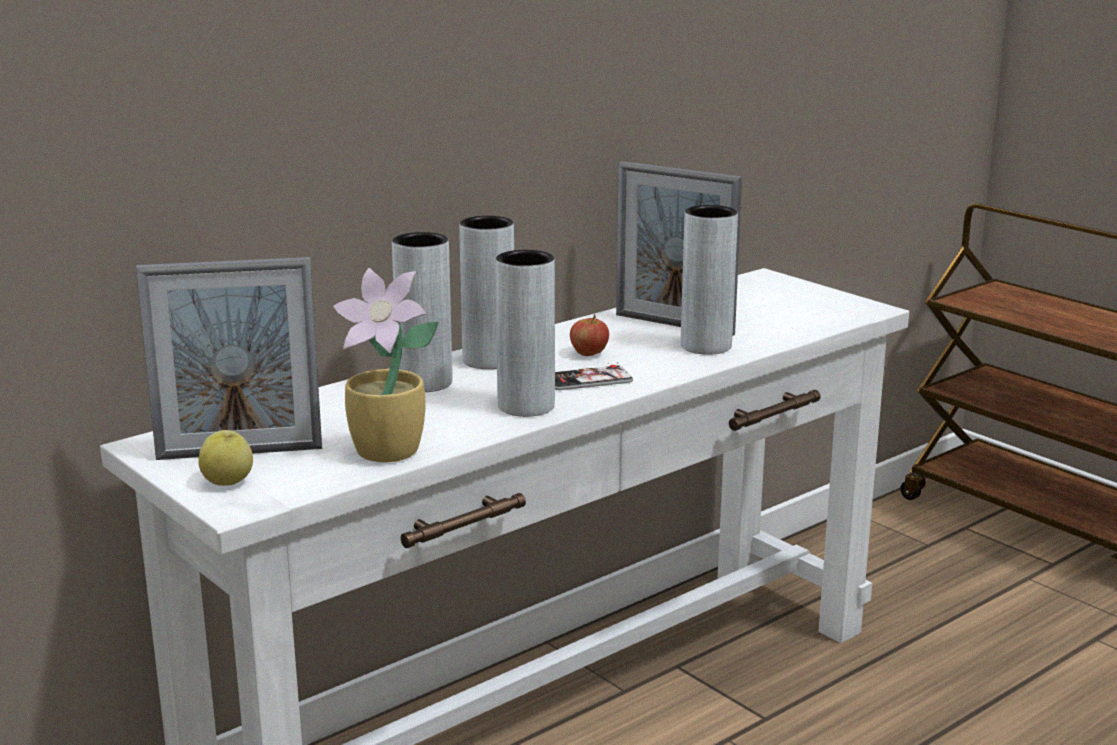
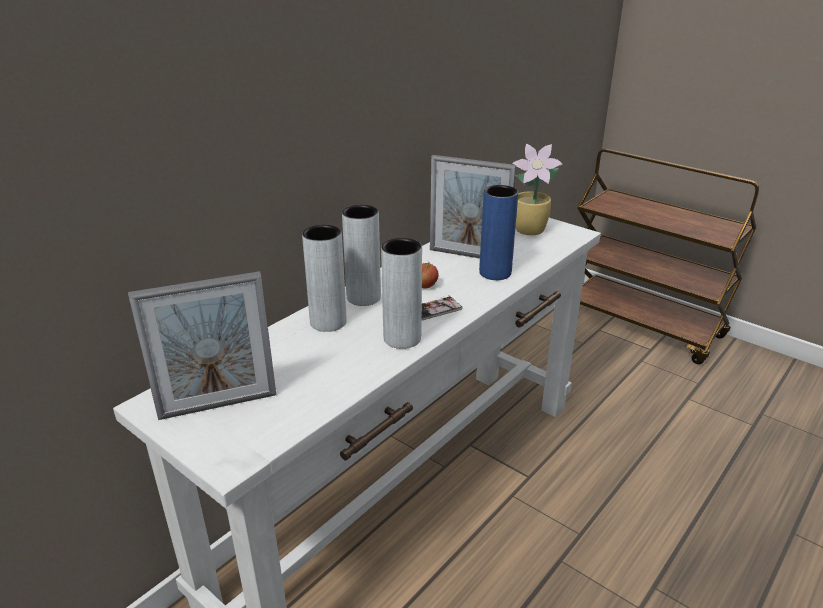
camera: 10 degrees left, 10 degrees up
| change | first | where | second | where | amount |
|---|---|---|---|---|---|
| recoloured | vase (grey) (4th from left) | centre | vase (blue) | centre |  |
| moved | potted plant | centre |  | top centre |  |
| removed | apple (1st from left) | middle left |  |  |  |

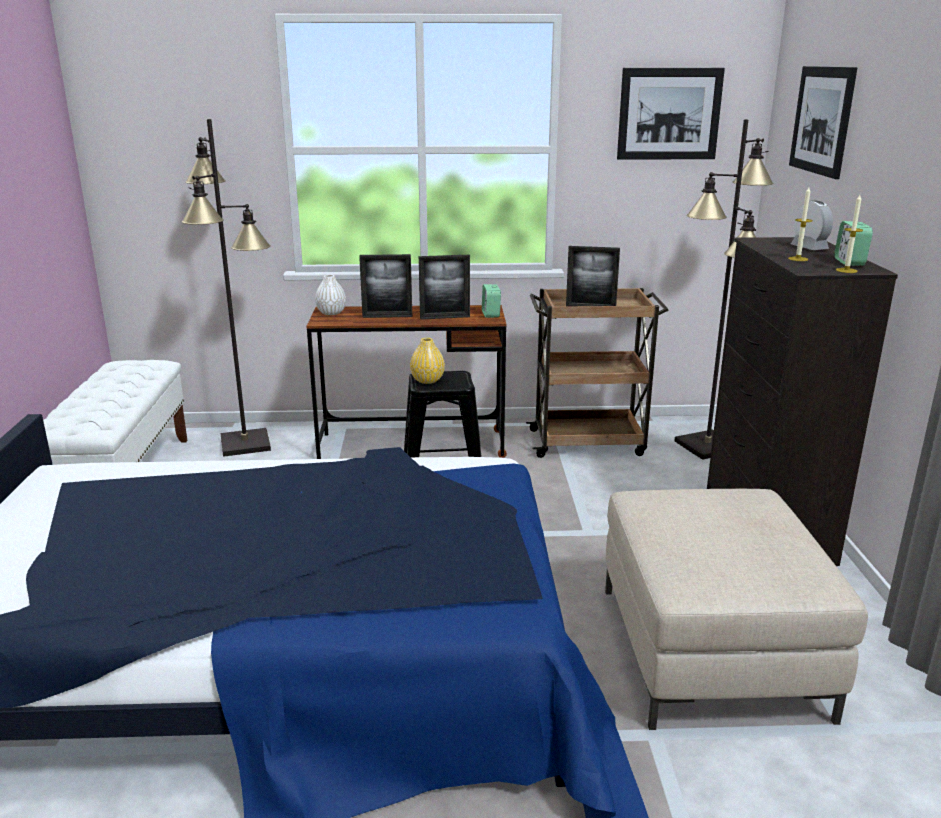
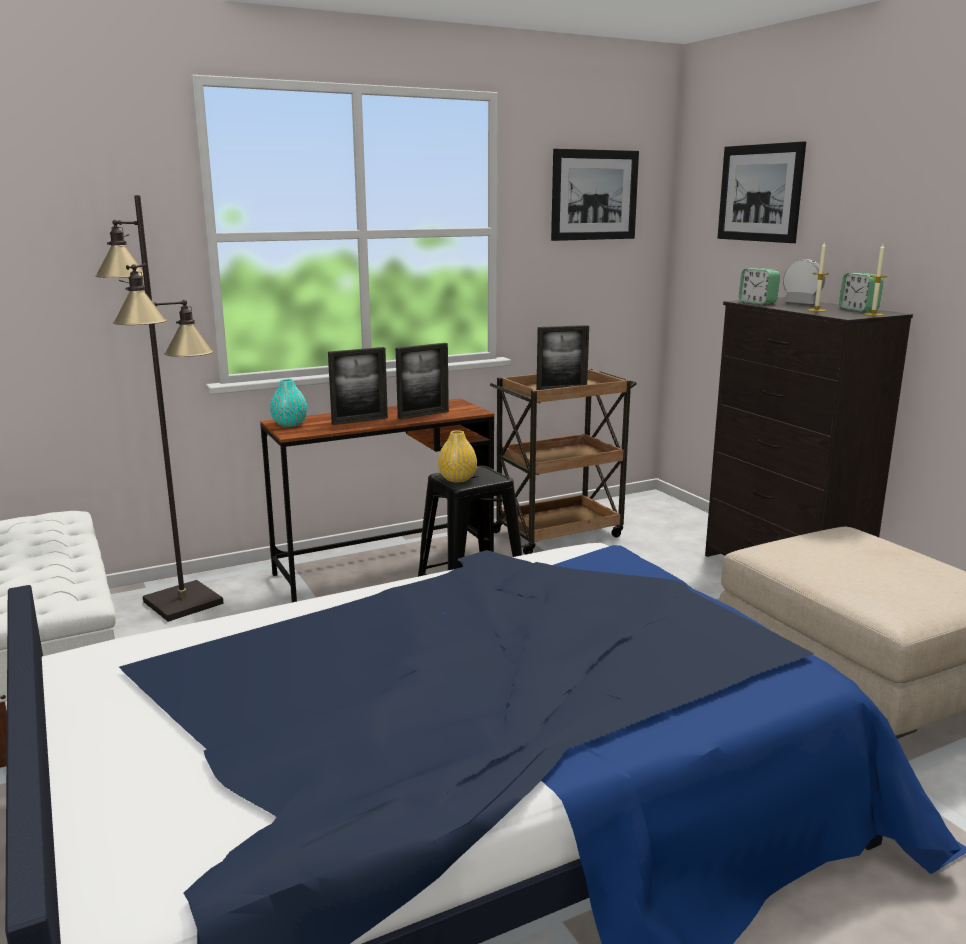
camera: 25 degrees left, 5 degrees down
| change | first | where | second | where | amount |
|---|---|---|---|---|---|
| removed | floor lamp (black) (2nd from left) | middle right |  |  |  |
| recoloured | vase (white) | centre | vase (turquoise) | middle left |  |
| moved | alarm clock (1st from left) | centre |  | top right |  |

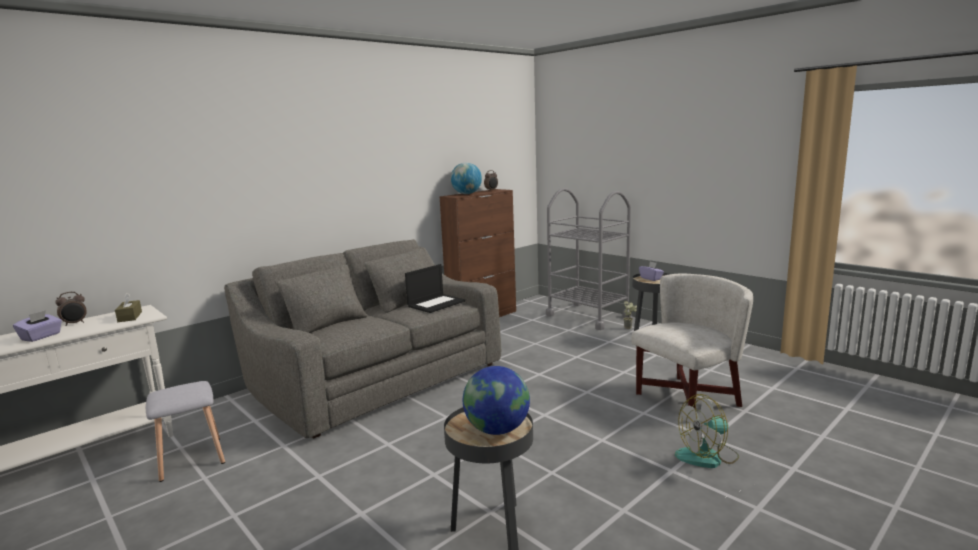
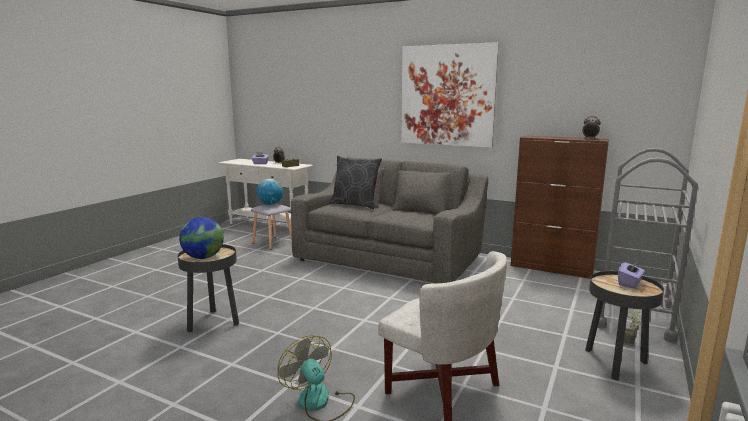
camera: 70 degrees right, 0 degrees up
| change | first | where | second | where | amount |
|---|---|---|---|---|---|
| moved | globe (1st from left in the first image) | top centre | globe (2nd from left) | centre |  |
| removed | laptop | centre |  |  |  |
| added |  |  | picture | top centre |  |
| added |  |  | pillow (grey) | centre |  |

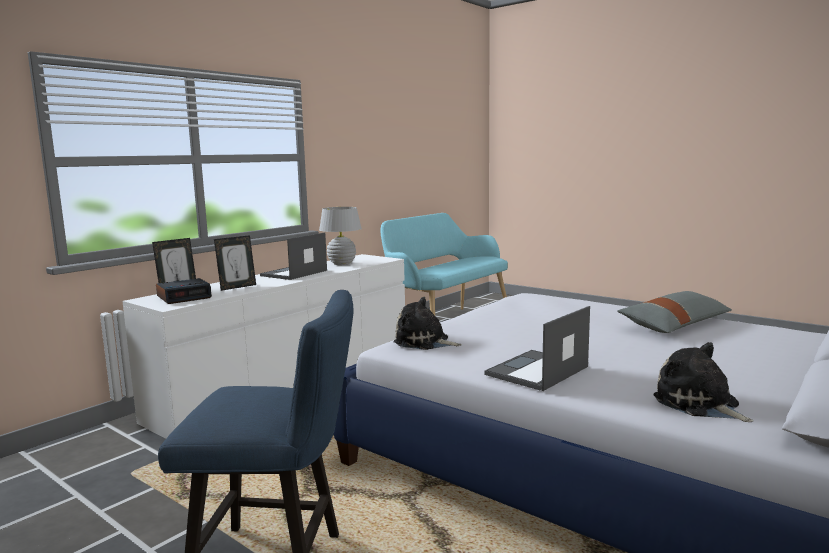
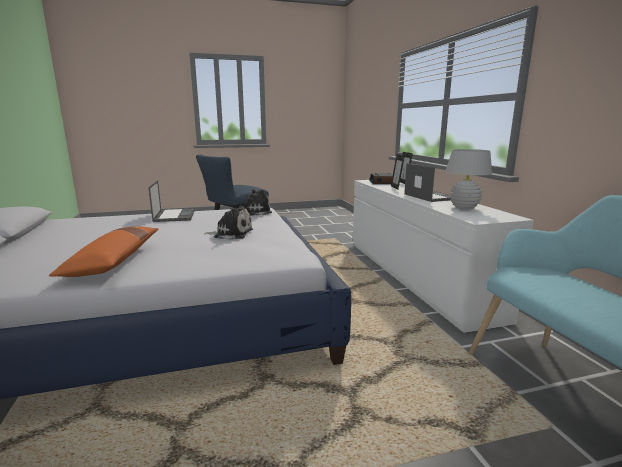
camera: 125 degrees right, 5 degrees up
| change | first | where | second | where | amount |
|---|---|---|---|---|---|
| recoloured | pillow (grey) | middle right | pillow (orange) | middle left |  |
| moved | plush toy (2nd from left in the first image) | bottom right | plush toy (1st from left) | centre |  |

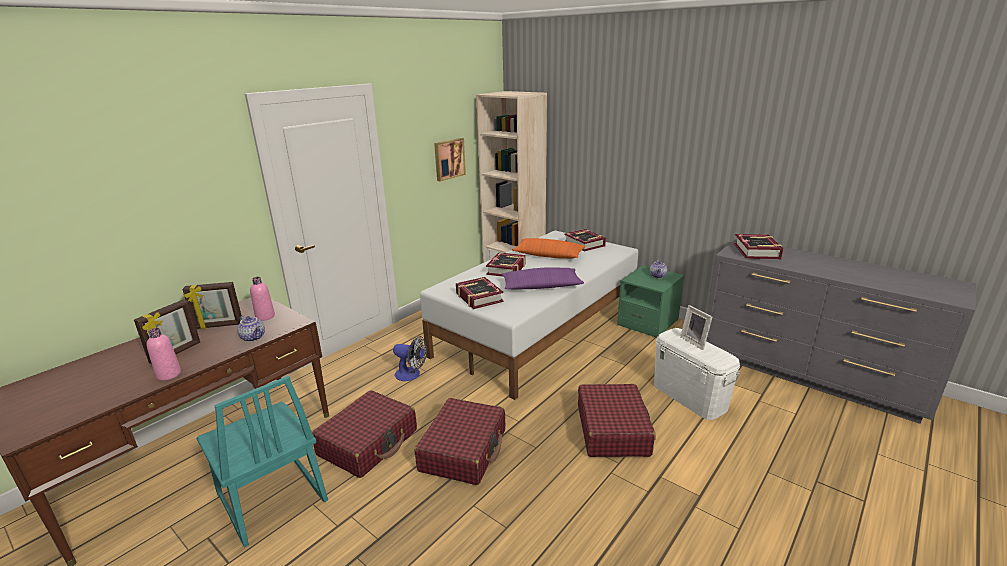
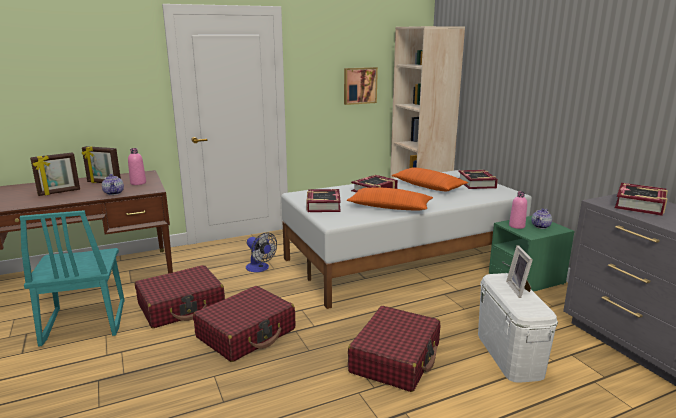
camera: 25 degrees right, 5 degrees down
| change | first | where | second | where | amount |
|---|---|---|---|---|---|
| recoloured | pillow (purple) | centre | pillow (orange) (1st from left) | centre |  |
| moved | bottle (pink) (1st from left in the first image) | middle left | bottle (pink) (2nd from left) | middle right |  |

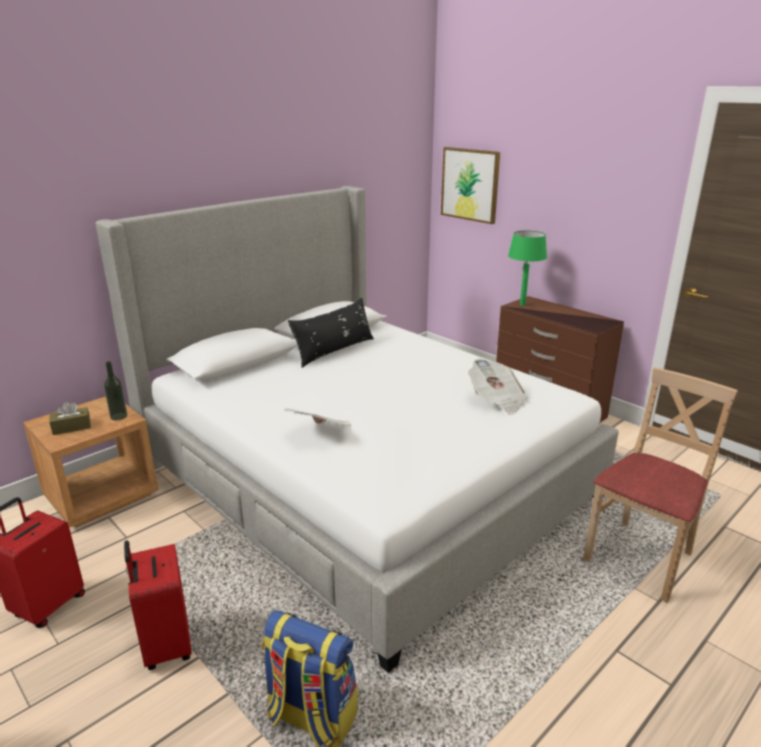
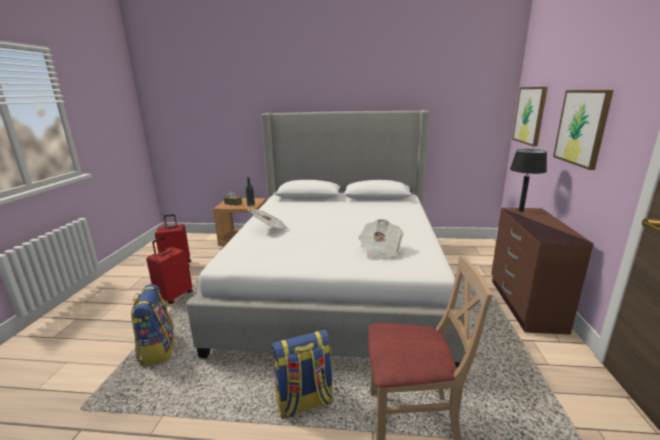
camera: 50 degrees right, 5 degrees down
| change | first | where | second | where | amount |
|---|---|---|---|---|---|
| recoloured | table lamp (green) | middle right | table lamp (black) | middle right |  |
| removed | pillow (black) | centre |  |  |  |
| added |  |  | picture (2nd from left) | top right |  |
| added |  |  | backpack (2nd from left) | bottom centre |  |

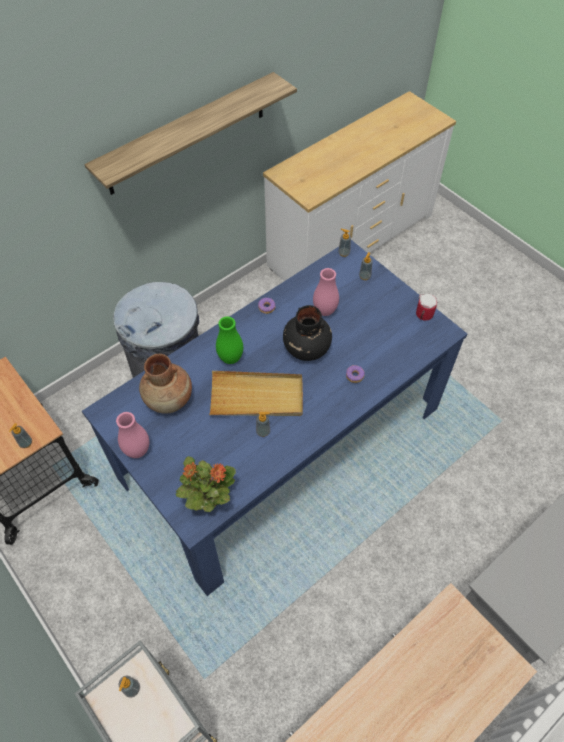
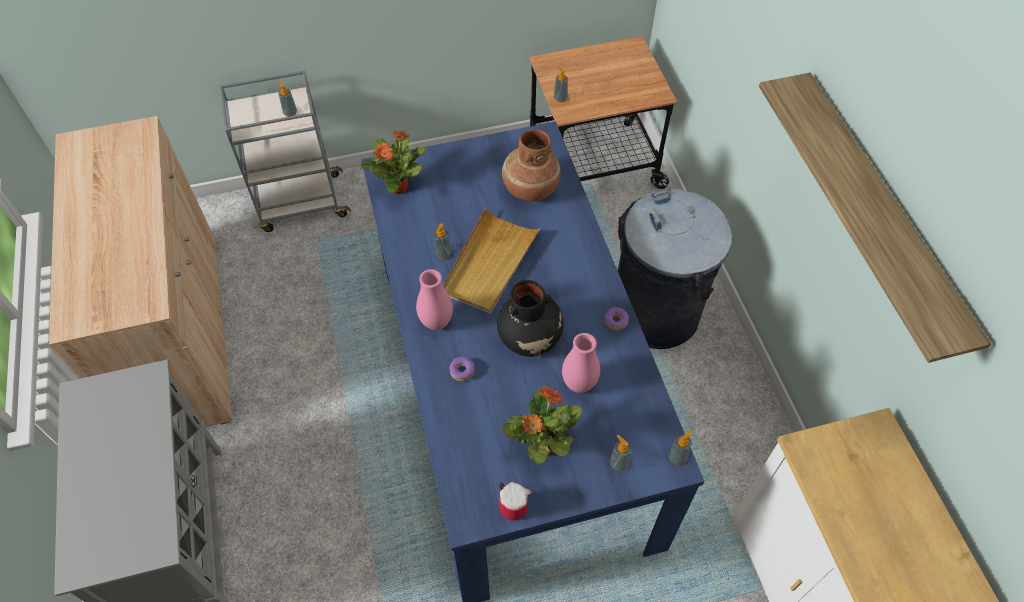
camera: 115 degrees right, 0 degrees up
| change | first | where | second | where | amount |
|---|---|---|---|---|---|
| removed | vase (green) | centre |  |  |  |
| moved | vase (pink) (1st from left) | middle left |  | centre |  |
| added |  |  | potted plant (2nd from left) | bottom centre |  |

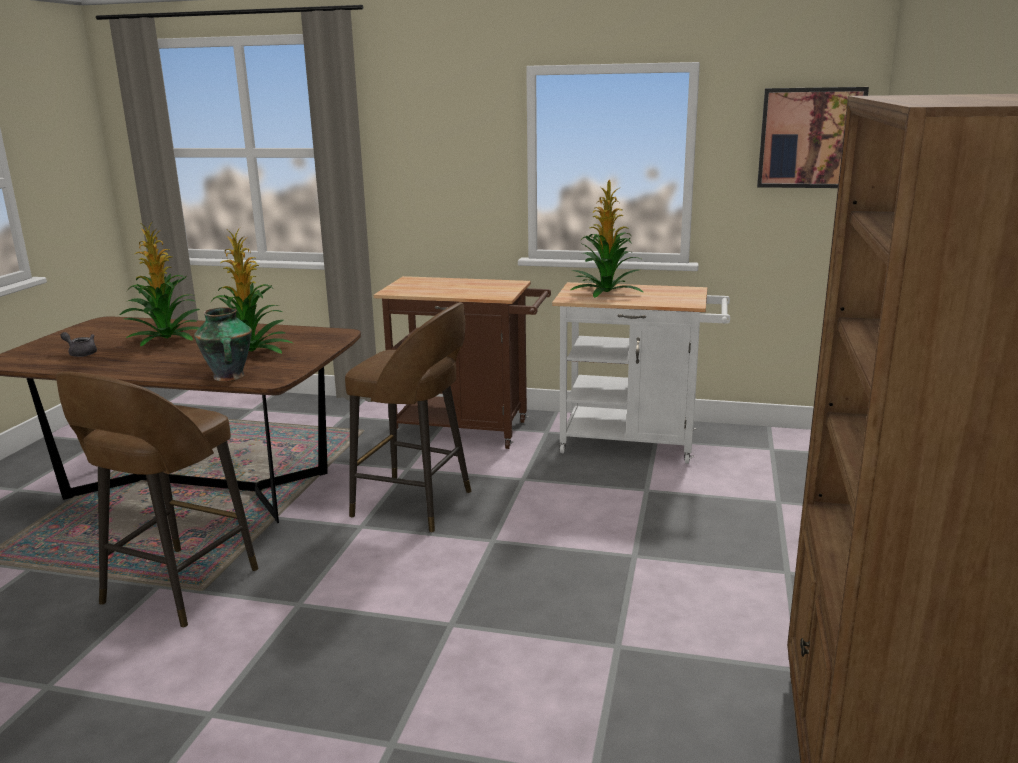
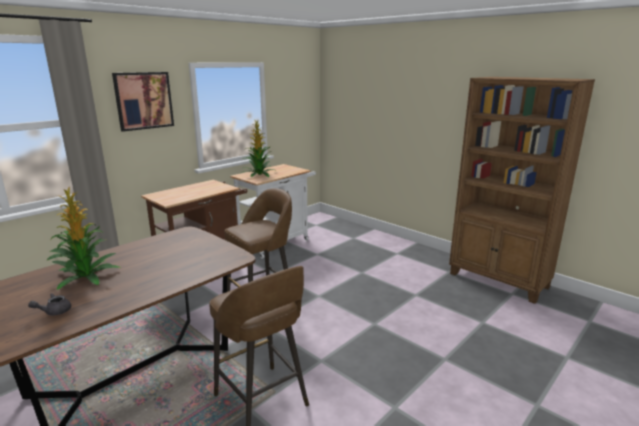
camera: 60 degrees left, 0 degrees up
| change | first | where | second | where | amount |
|---|---|---|---|---|---|
| moved | picture | top right |  | top left |  |
| removed | potted plant (2nd from left) | middle left |  |  |  |
| removed | vase | middle left |  |  |  |

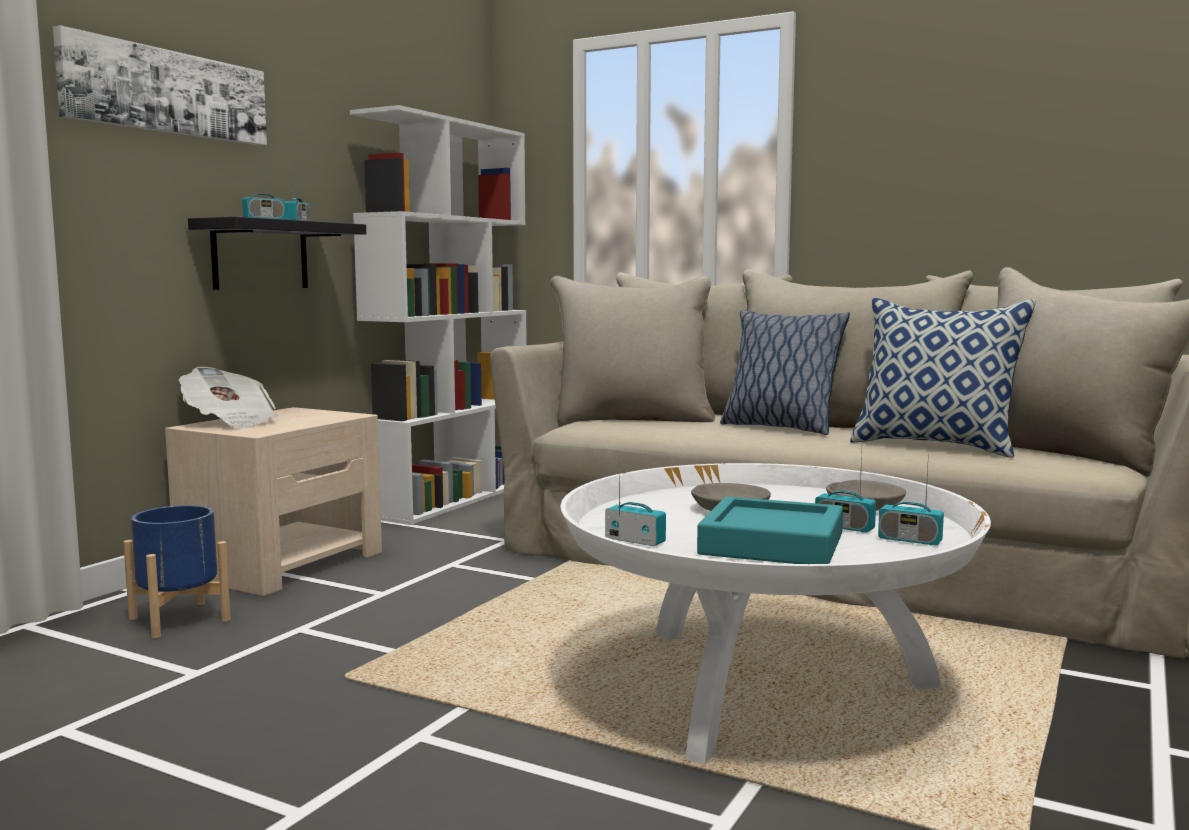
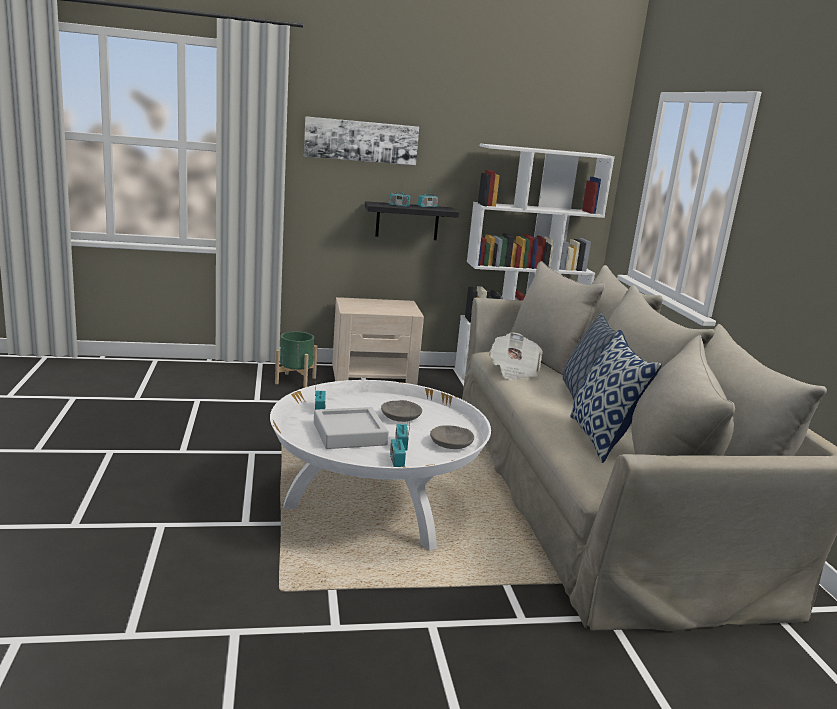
camera: 50 degrees right, 10 degrees up
| change | first | where | second | where | amount |
|---|---|---|---|---|---|
| moved | newspaper | middle left |  | centre |  |
| recoloured | tray (turquoise) | centre | tray (grey) | centre |  |
| recoloured | planter (blue) | bottom left | planter (green) | centre |  |

